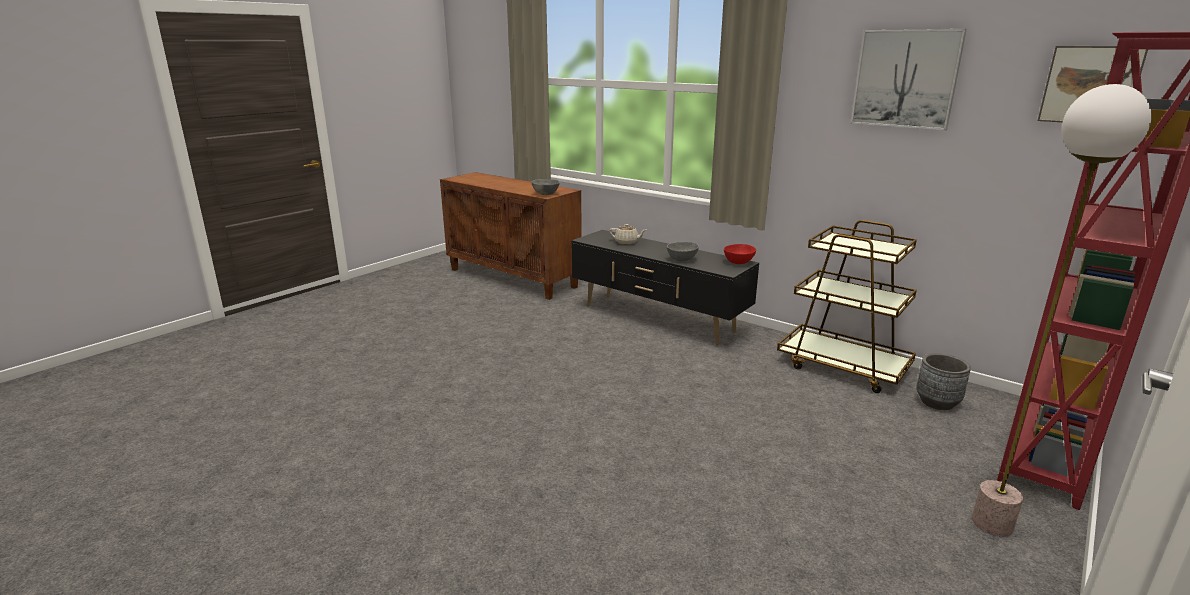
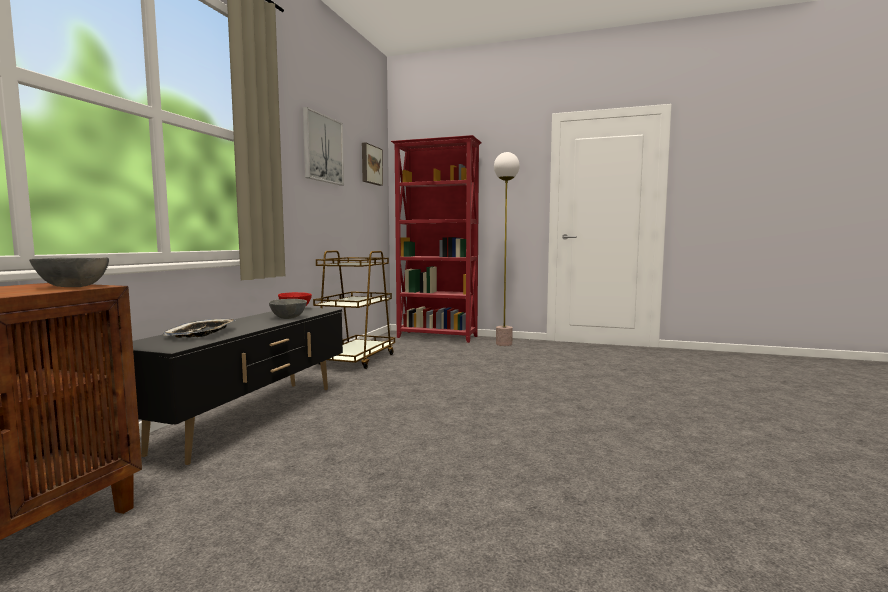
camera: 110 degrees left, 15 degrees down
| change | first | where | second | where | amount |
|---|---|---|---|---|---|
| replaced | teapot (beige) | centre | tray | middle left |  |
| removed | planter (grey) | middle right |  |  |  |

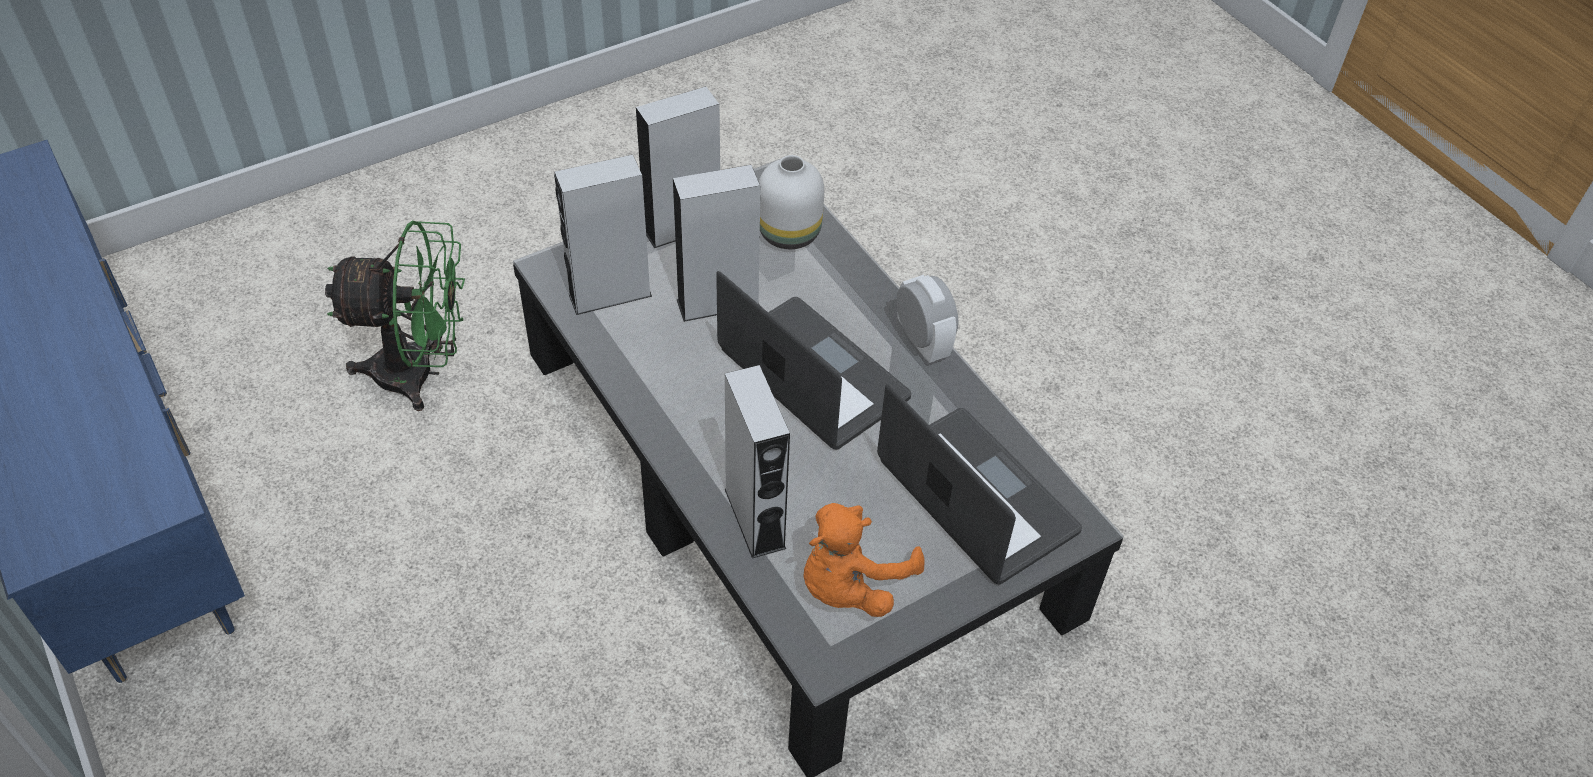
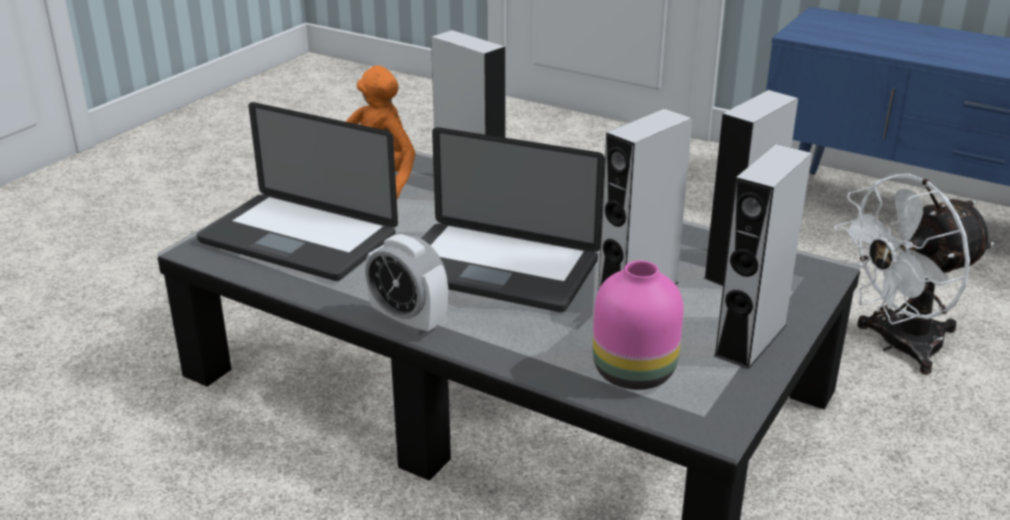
camera: 155 degrees right, 20 degrees down
| change | first | where | second | where | amount |
|---|---|---|---|---|---|
| recoloured | vase (white) | top centre | vase (pink) | centre |  |
| recoloured | fan (green) | middle left | fan (white) | middle right |  |

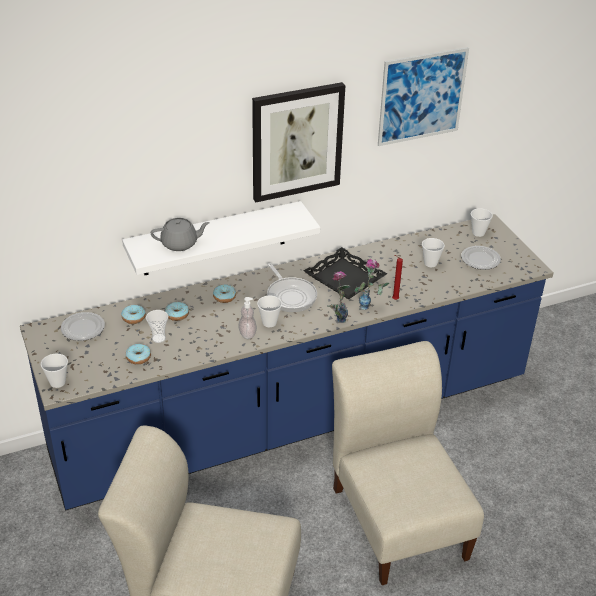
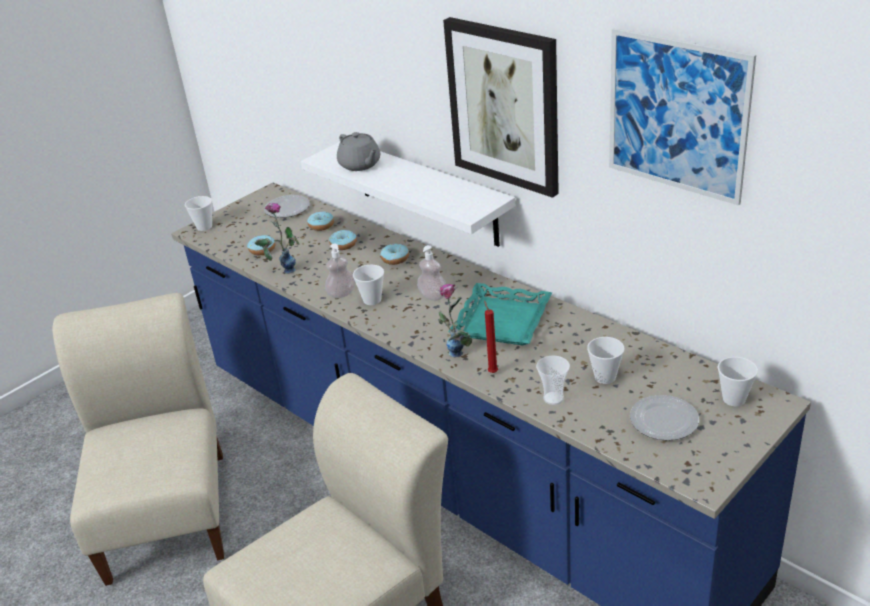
camera: 70 degrees right, 5 degrees down
| change | first | where | second | where | amount |
|---|---|---|---|---|---|
| recoloured | tray (black) | centre | tray (turquoise) | centre |  |
| replaced | frying pan | centre | soap dispenser (2nd from left) | centre |  |
| moved | vase (1st from left) | centre |  | middle left |  |
| moved | cup (2nd from left in the first image) | middle left | cup (3rd from left) | centre |  |

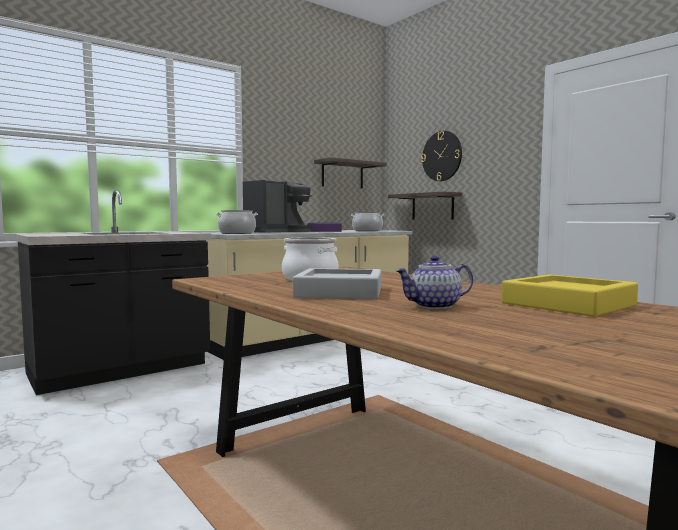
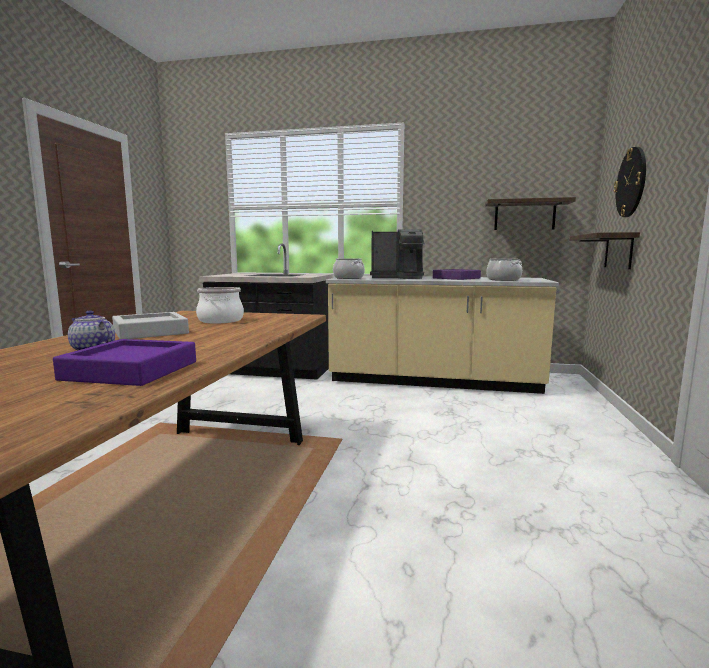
camera: 50 degrees right, 5 degrees up
| change | first | where | second | where | amount |
|---|---|---|---|---|---|
| recoloured | tray (yellow) | middle right | tray (purple) (1st from left) | middle left |  |

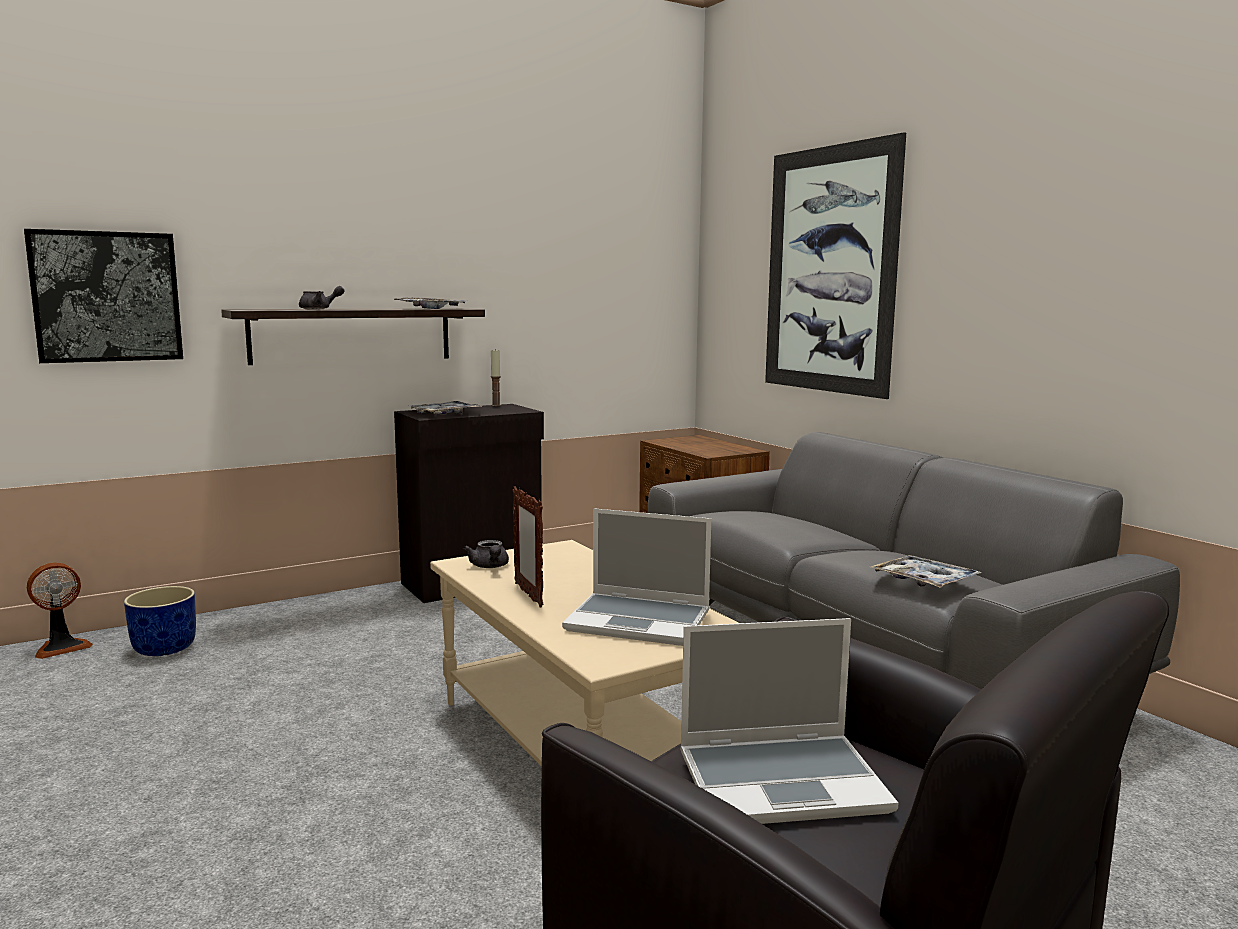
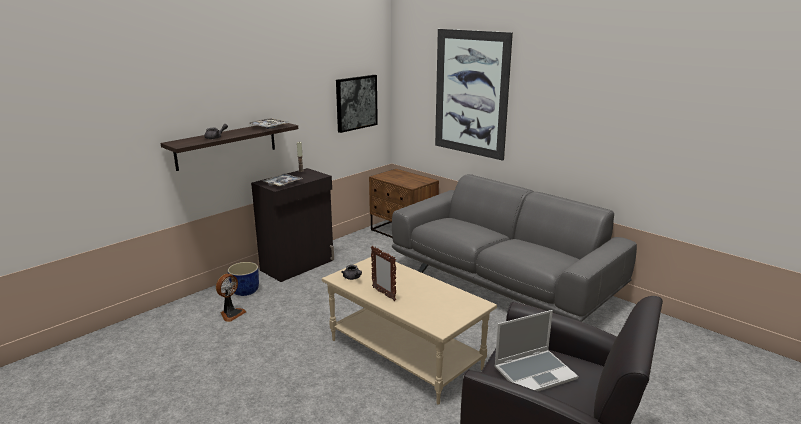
camera: 15 degrees left, 10 degrees up
| change | first | where | second | where | amount |
|---|---|---|---|---|---|
| moved | picture (1st from left) | top left |  | top centre |  |
| removed | laptop (1st from left) | centre |  |  |  |
| removed | tray (3rd from left) | middle right |  |  |  |
| moved | fan | middle left |  | bottom left |  |
| moved | planter (blue) | bottom left |  | middle left |  |

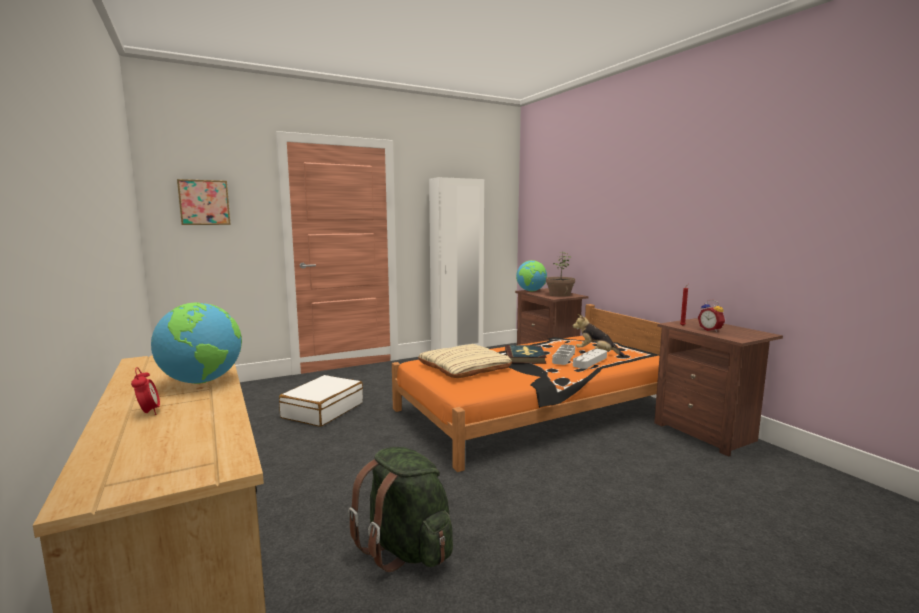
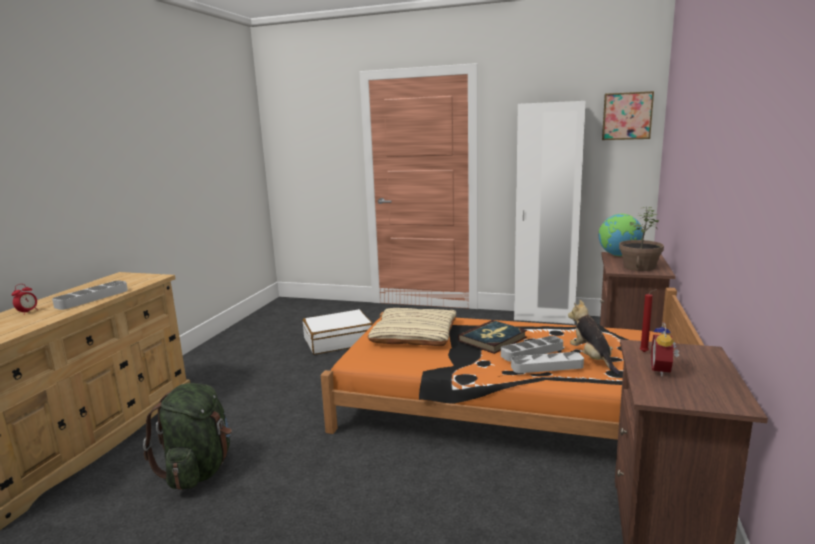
camera: 45 degrees right, 5 degrees up
| change | first | where | second | where | amount |
|---|---|---|---|---|---|
| moved | picture | top left |  | top right |  |
| replaced | globe (1st from left) | middle left | tray (grey) (1st from left) | middle left |  |

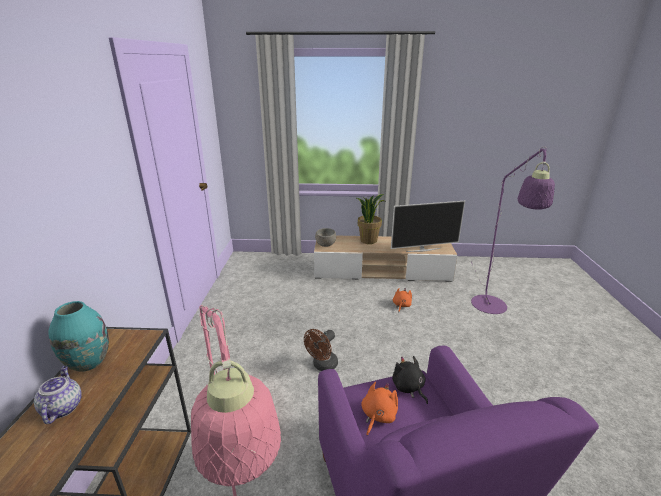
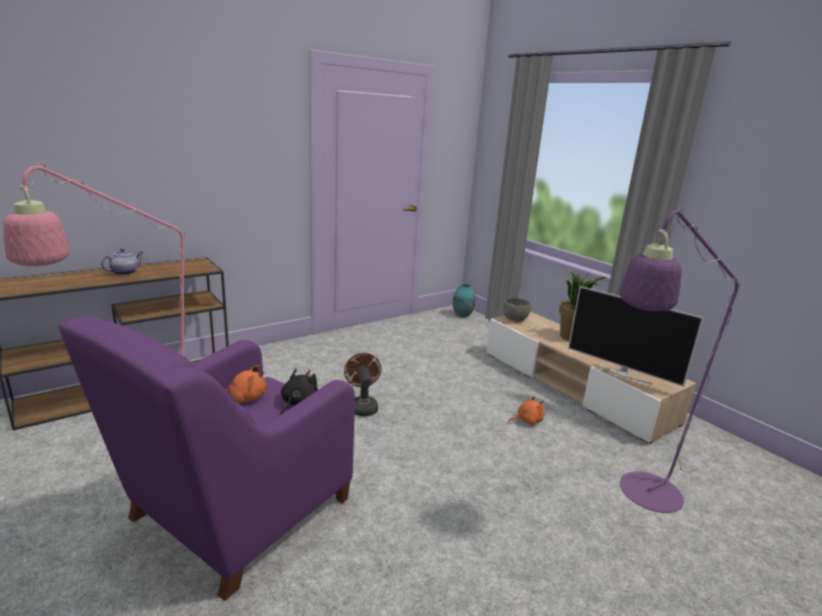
camera: 50 degrees right, 5 degrees down
| change | first | where | second | where | amount |
|---|---|---|---|---|---|
| moved | vase (turquoise) | bottom left |  | centre |  |
| turned | fan (brown) | bottom centre |  | centre | 75 degrees clockwise |

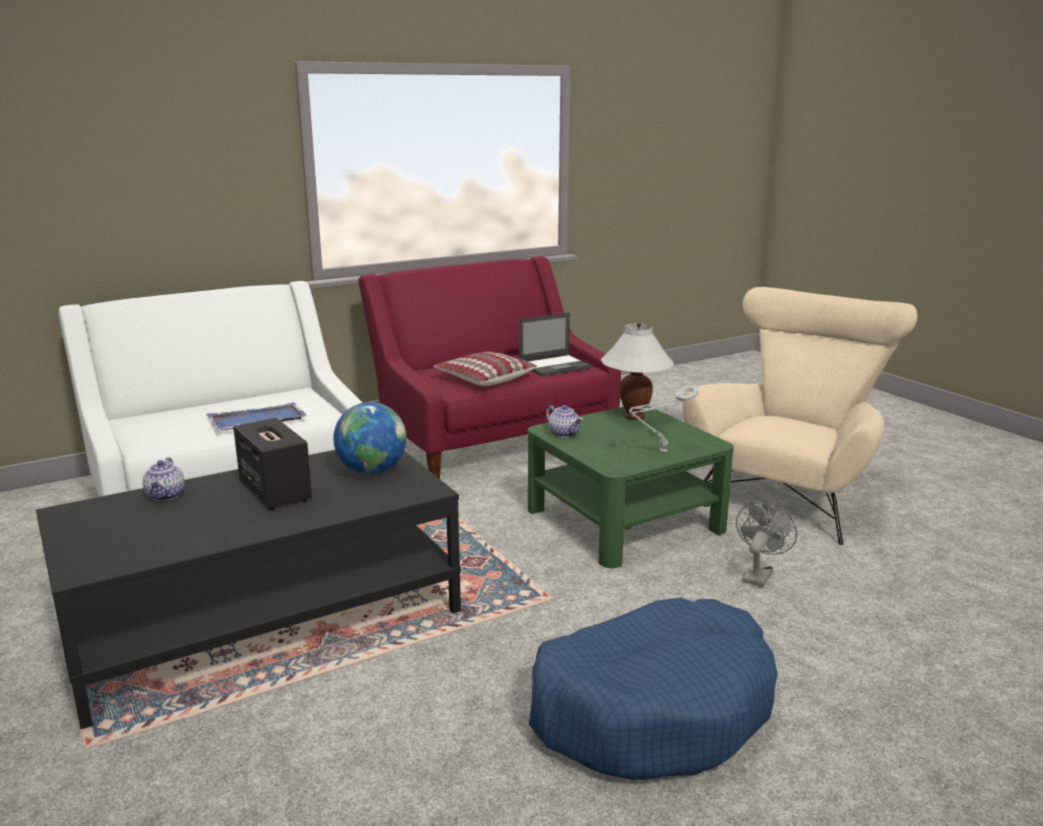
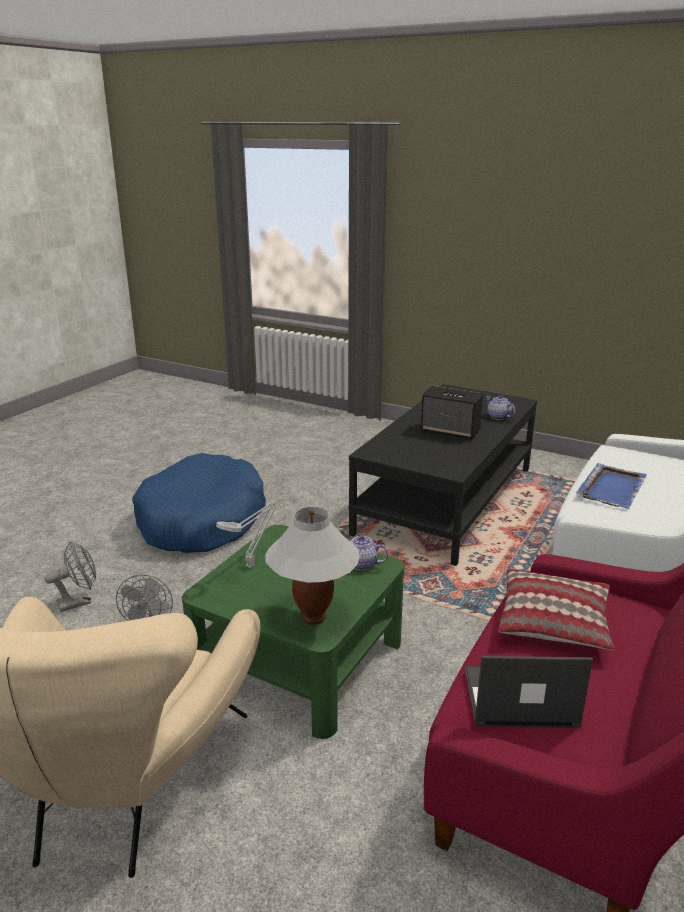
camera: 150 degrees right, 5 degrees up
| change | first | where | second | where | amount |
|---|---|---|---|---|---|
| turned | laptop | centre |  | bottom right | 60 degrees clockwise |
| removed | globe | centre |  |  |  |
| added |  |  | fan (grey) (1st from left) | middle left |  |

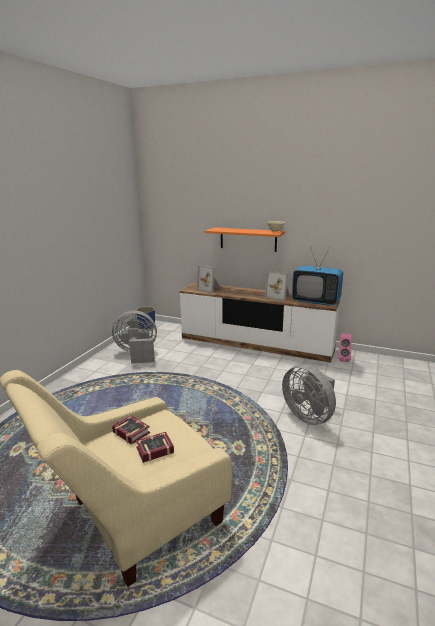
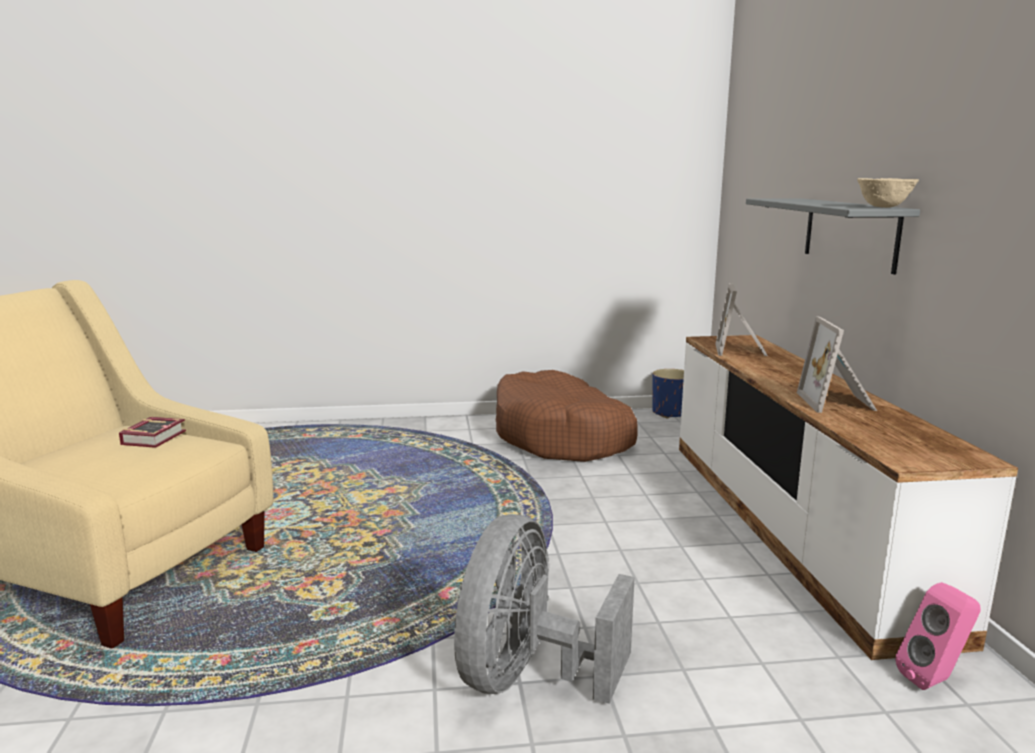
camera: 60 degrees right, 5 degrees down
| change | first | where | second | where | amount |
|---|---|---|---|---|---|
| recoloured | shelf (orange) | centre | shelf (grey) | top right |  |
| removed | television | middle right |  |  |  |
| replaced | fan (grey) (1st from left) | middle left | dog bed (brown) | centre |  |
| removed | book (2nd from left) | bottom centre |  |  |  |

